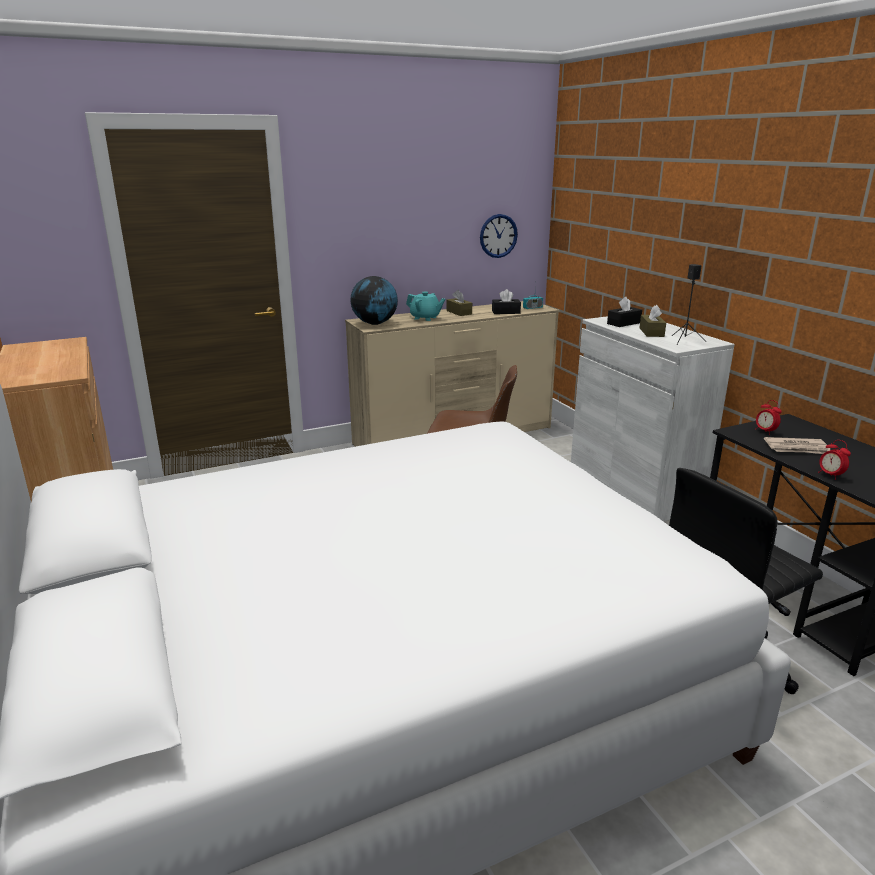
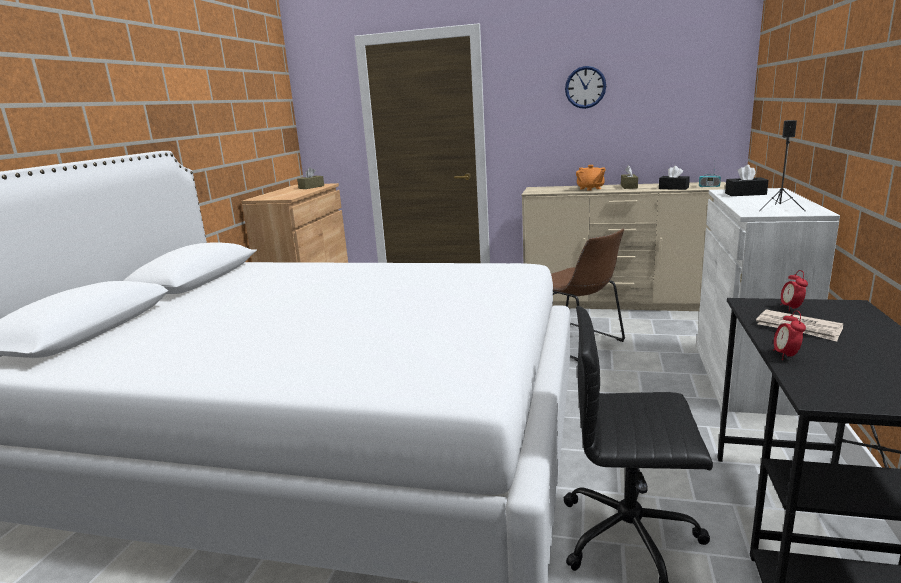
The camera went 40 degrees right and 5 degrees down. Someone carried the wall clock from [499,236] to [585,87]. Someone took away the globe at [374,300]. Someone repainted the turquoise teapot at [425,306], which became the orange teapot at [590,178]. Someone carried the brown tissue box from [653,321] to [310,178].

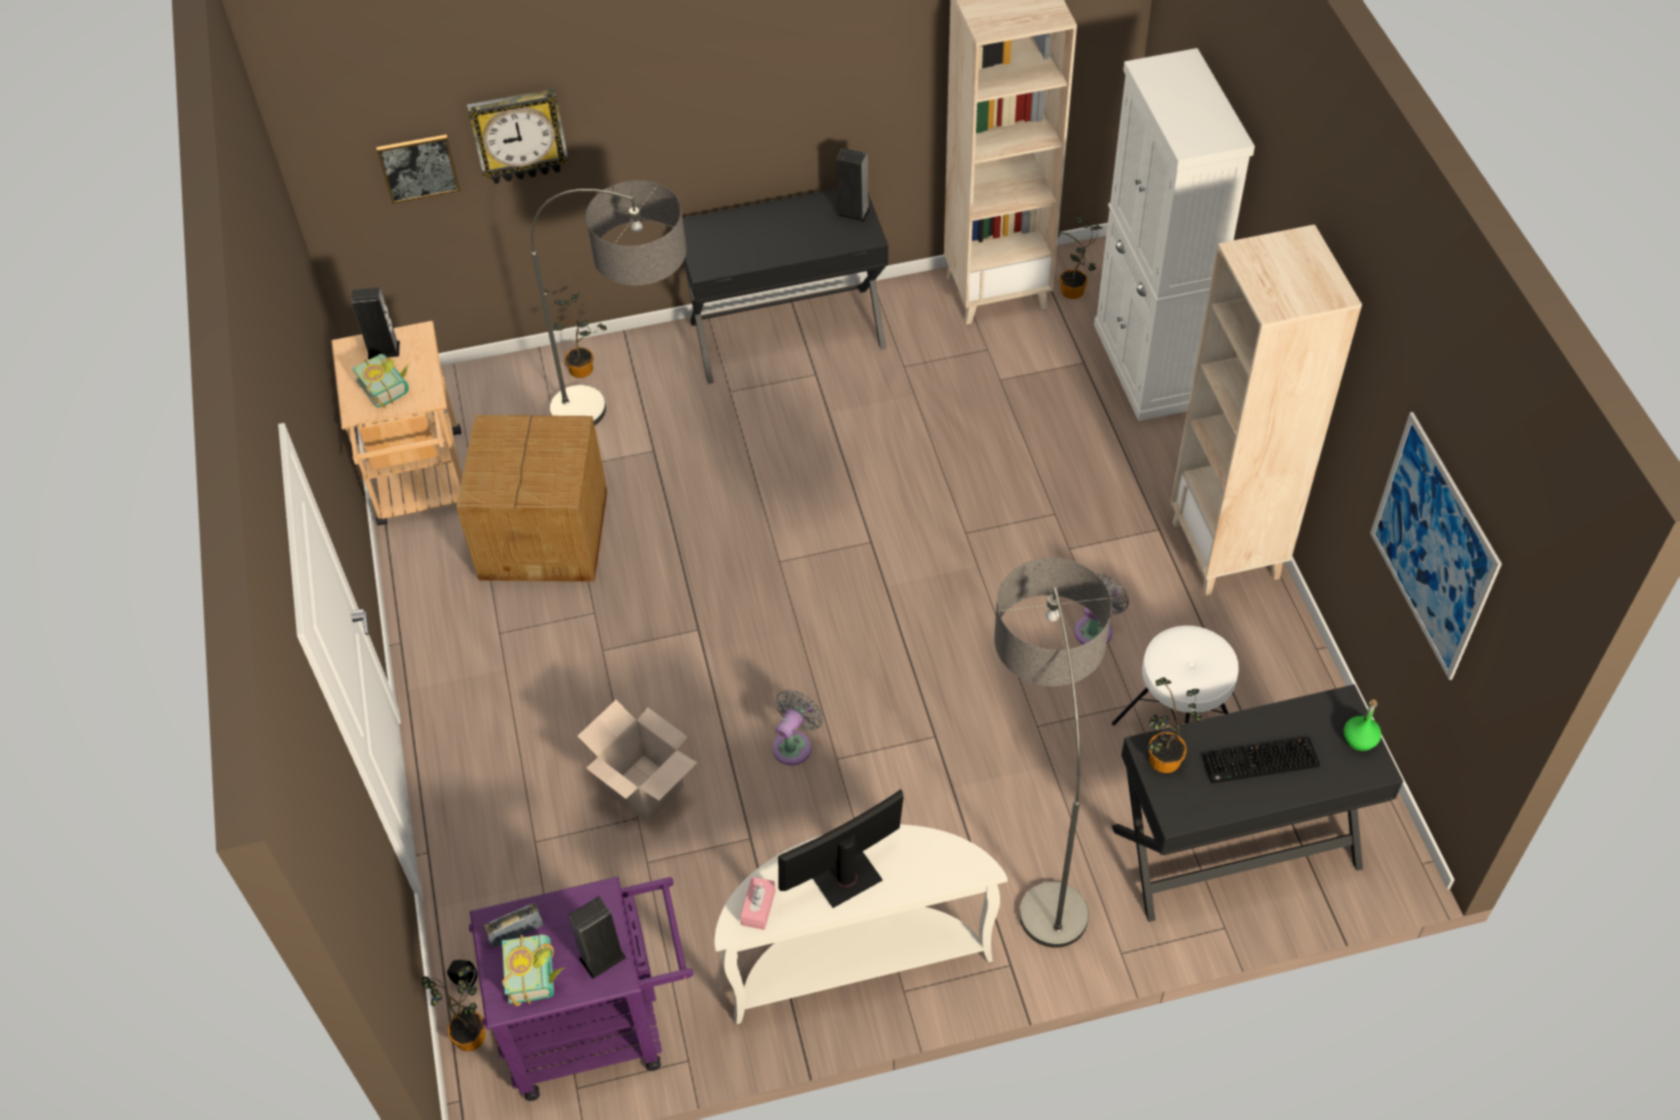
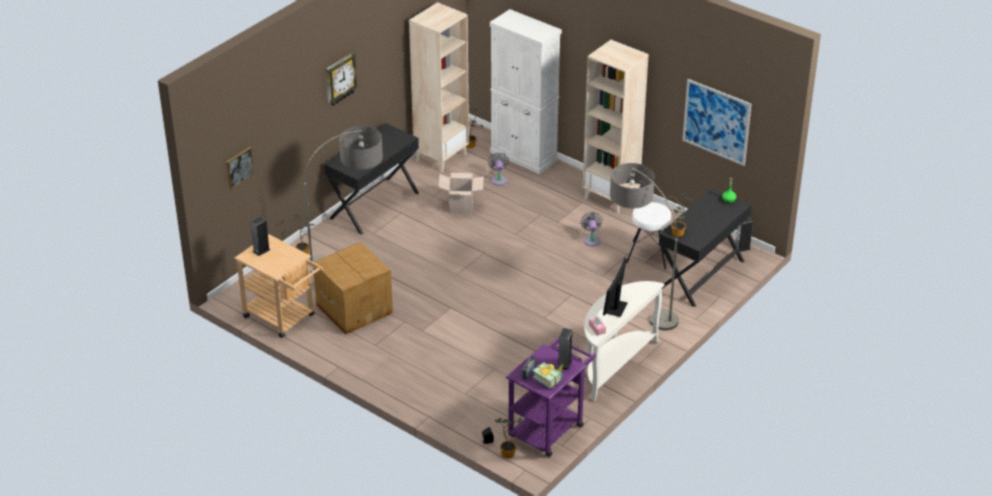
The camera went 40 degrees left and 15 degrees down. Someone carried the wall clock from [518,136] to [342,79]. Someone carried the speaker from [854,185] to [744,234]. Someone took away the book at [380,381]. Someone carried the grey fan from [797,727] to [498,169]. Someone carried the cardboard box from [637,761] to [461,193]. Someone took away the keyboard at [1261,760].

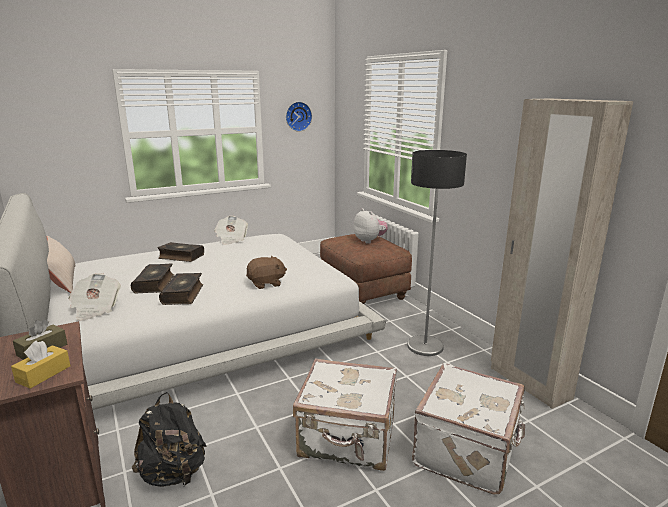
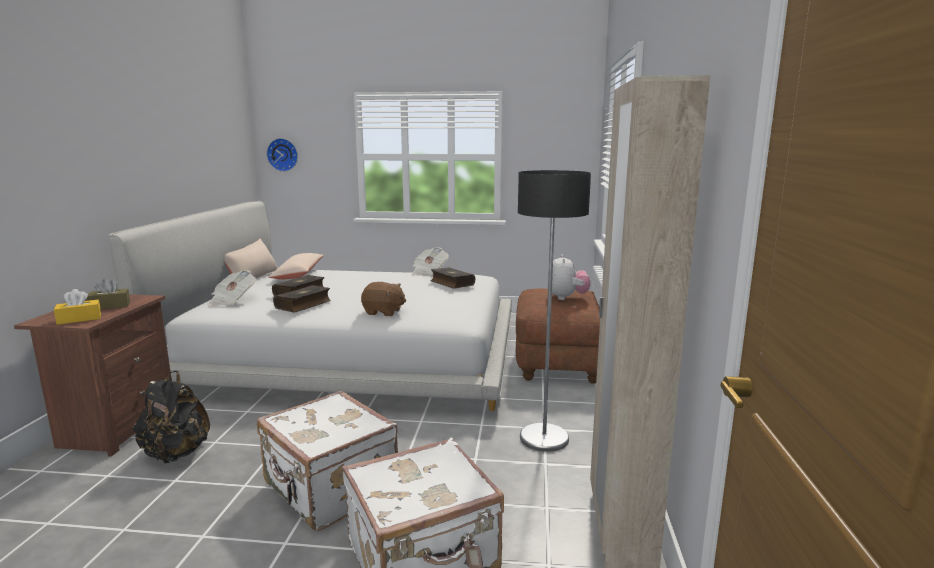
The camera went 35 degrees right and 5 degrees down. Someone carried the wall clock from [299,117] to [282,155]. Someone carried the book from [181,252] to [453,278]. Someone put down the beige pillow at [296,266].

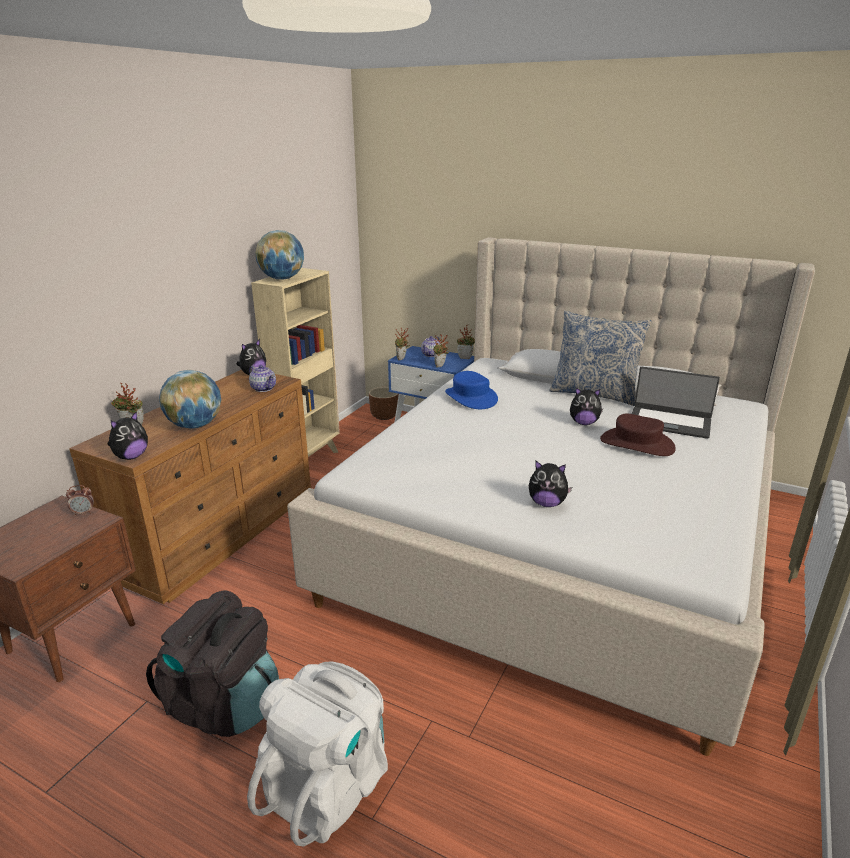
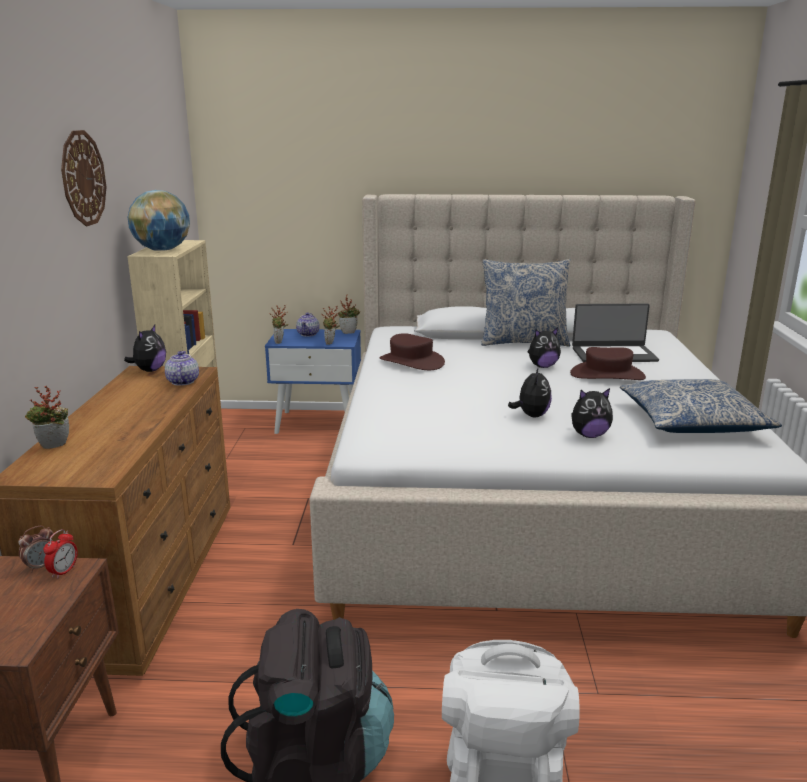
The camera went 25 degrees left and 5 degrees down. Someone rotated the teapot at [262,378] by 120 degrees counterclockwise. Someone took away the globe at [190,399]. Someone repainted the blue hat at [471,390], which became the brown hat at [412,351]. Someone took away the brown planter at [384,403]. Someone carried the plush toy from [127,435] to [530,391]. Someone put up the wall clock at [84,178]. Someone put down the pillow at [701,406]. Someone put down the alarm clock at [60,554].

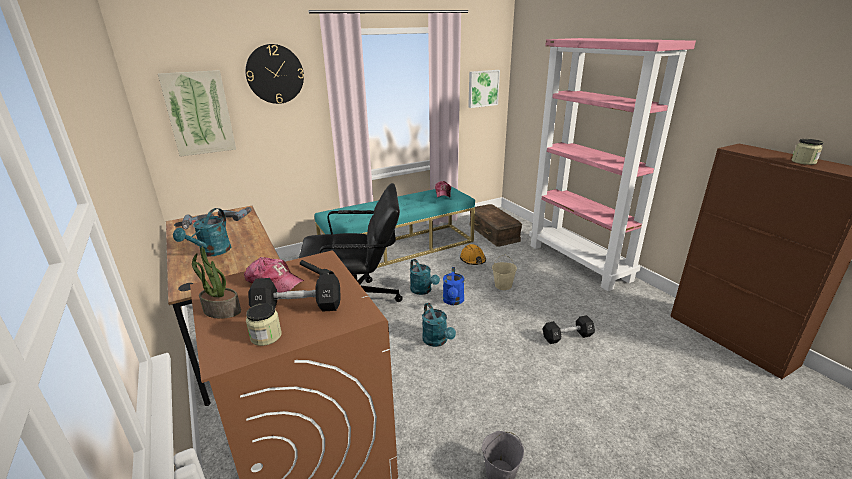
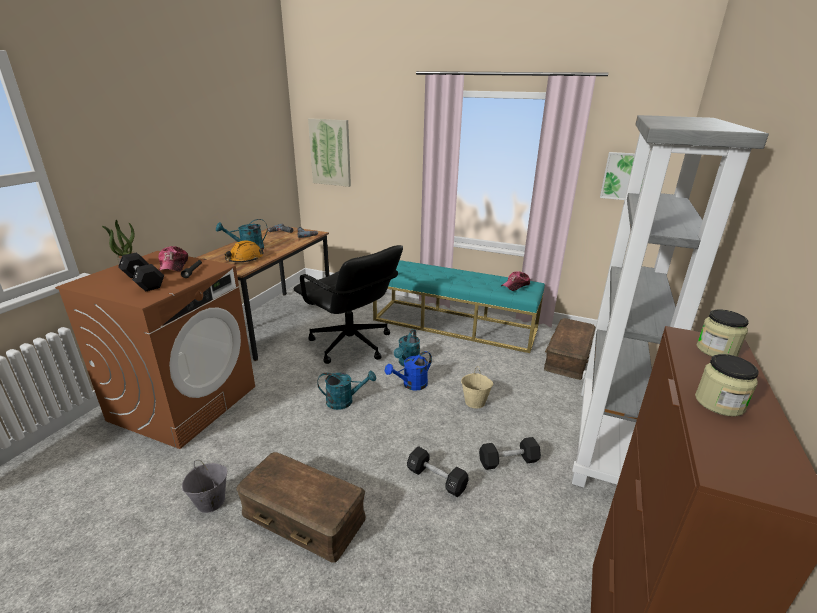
The camera went 50 degrees right and 0 degrees up. Someone repainted the pink bookcase at [612,164], which became the grey bookcase at [670,301]. Someone took away the wall clock at [274,74]. Someone carried the orange hard hat from [473,254] to [244,251]. Someone carried the jar from [264,324] to [723,333]. Someone rotated the turquoise watering can at [439,325] by 120 degrees counterclockwise. Someone put down the black dumbbell at [510,453]. Someone put down the brown storage box at [301,507].

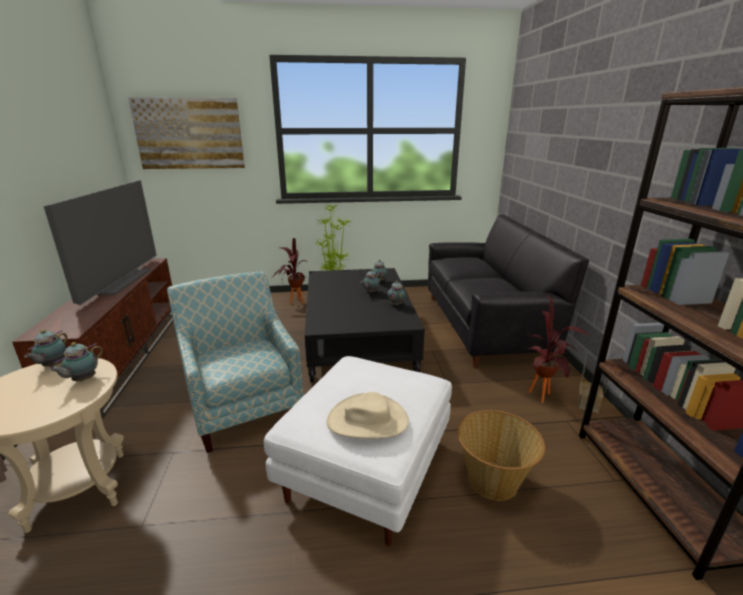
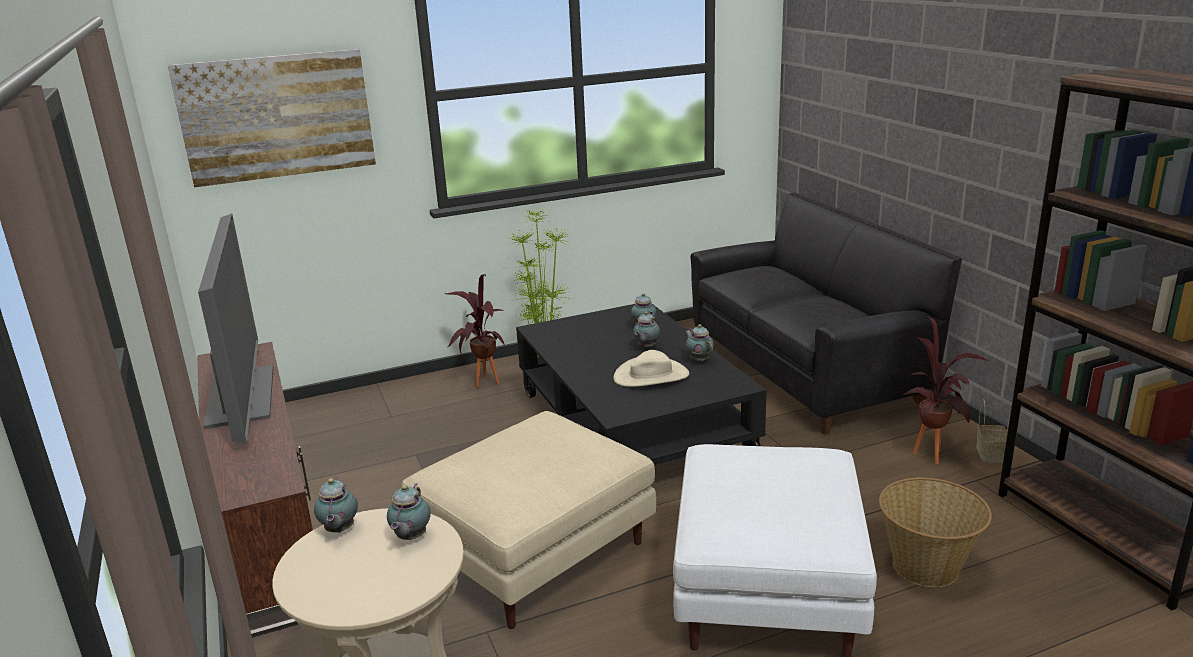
The camera went 15 degrees left and 0 degrees up. Someone swapped the armchair at [235,362] for the beige ottoman at [528,520]. Someone carried the beige hat from [367,415] to [651,368].

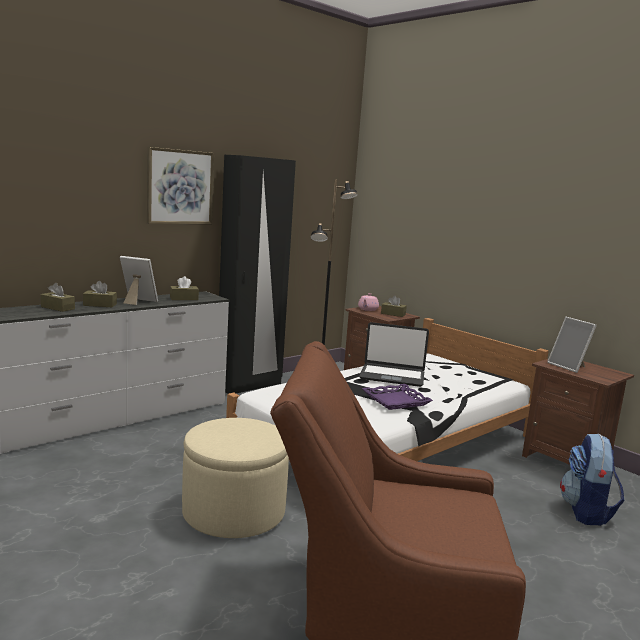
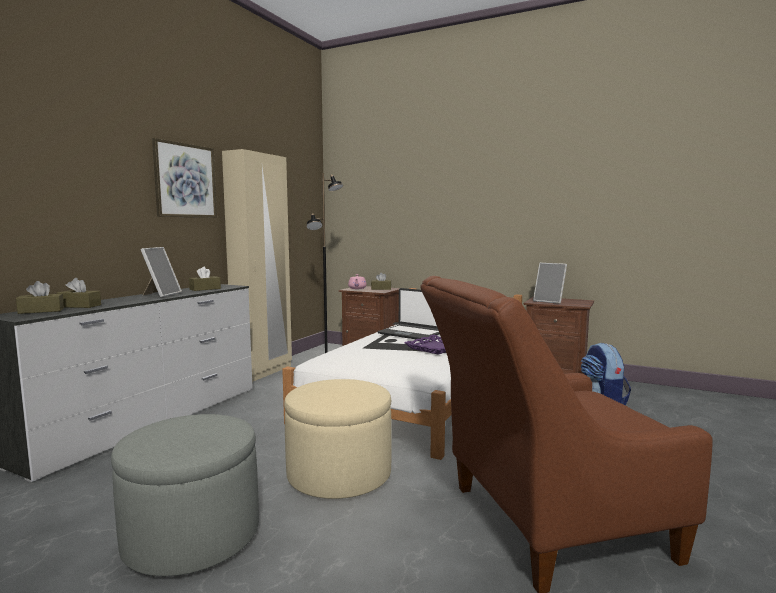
The camera went 20 degrees left and 5 degrees down. Someone repainted the black wardrobe at [257,274], which became the beige wardrobe at [257,265]. Someone rotated the picture frame at [139,280] by 105 degrees clockwise. Someone carried the brown tissue box from [100,294] to [40,297]. Someone rotated the laptop at [394,354] by 45 degrees clockwise. Someone put down the grey ottoman at [185,495].

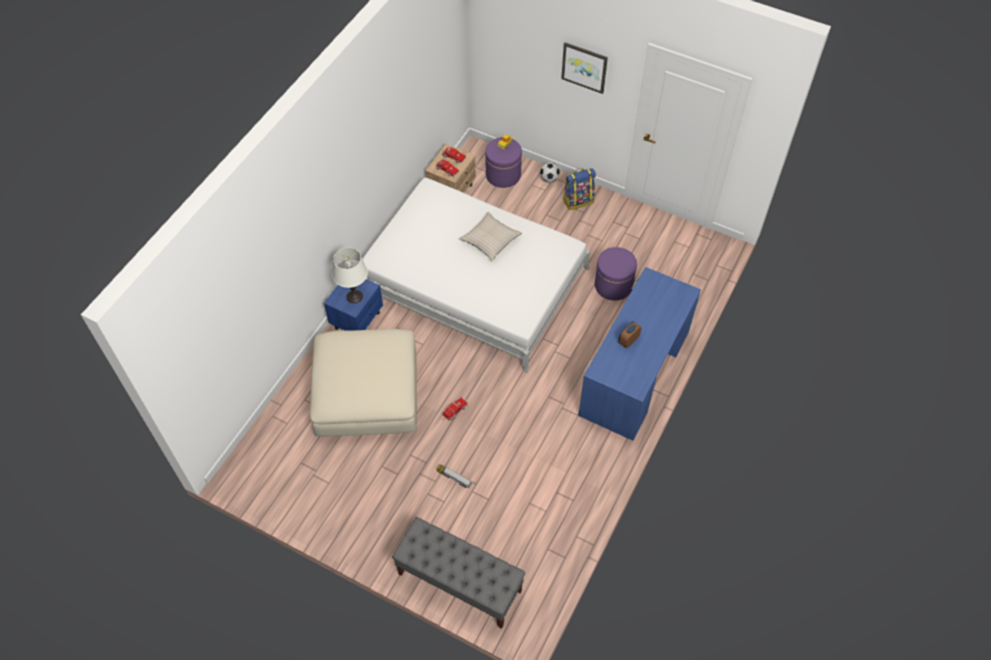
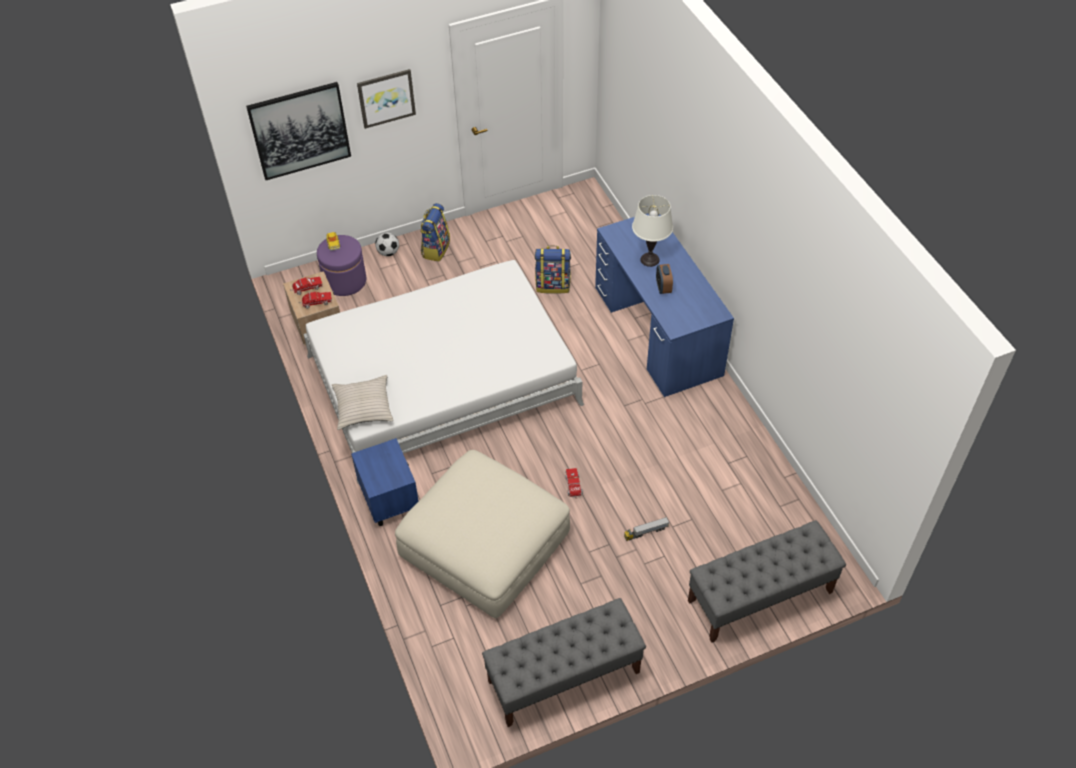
The camera went 50 degrees left and 5 degrees down. Someone carried the beige pillow from [491,236] to [362,402]. Someone carried the white table lamp from [350,275] to [652,231]. Someone swapped the purple ottoman at [616,274] for the backpack at [553,269]. Someone put up the picture at [298,131]. Someone put down the grey bench at [564,662].

